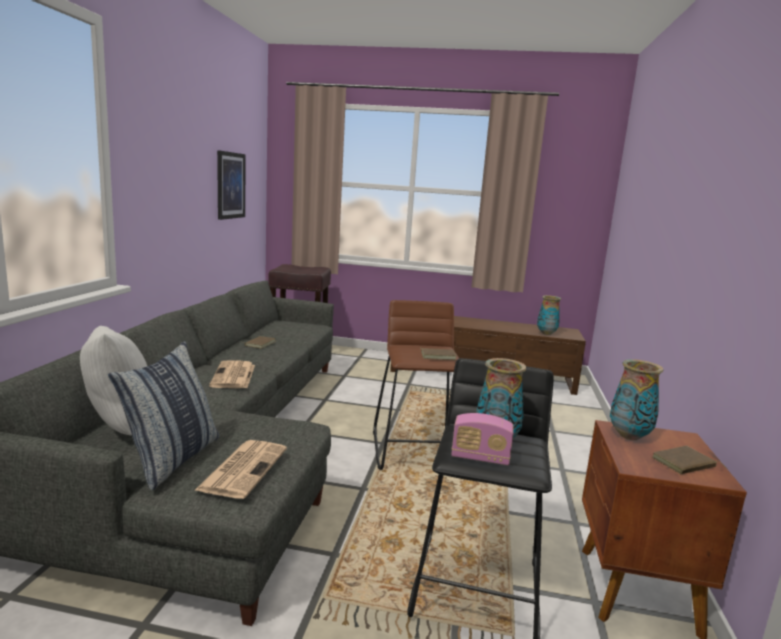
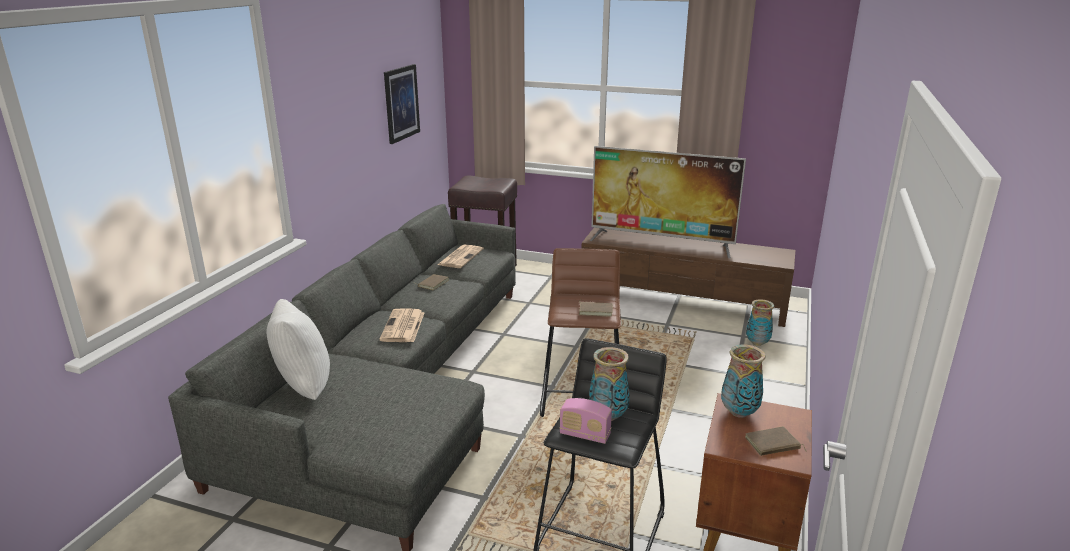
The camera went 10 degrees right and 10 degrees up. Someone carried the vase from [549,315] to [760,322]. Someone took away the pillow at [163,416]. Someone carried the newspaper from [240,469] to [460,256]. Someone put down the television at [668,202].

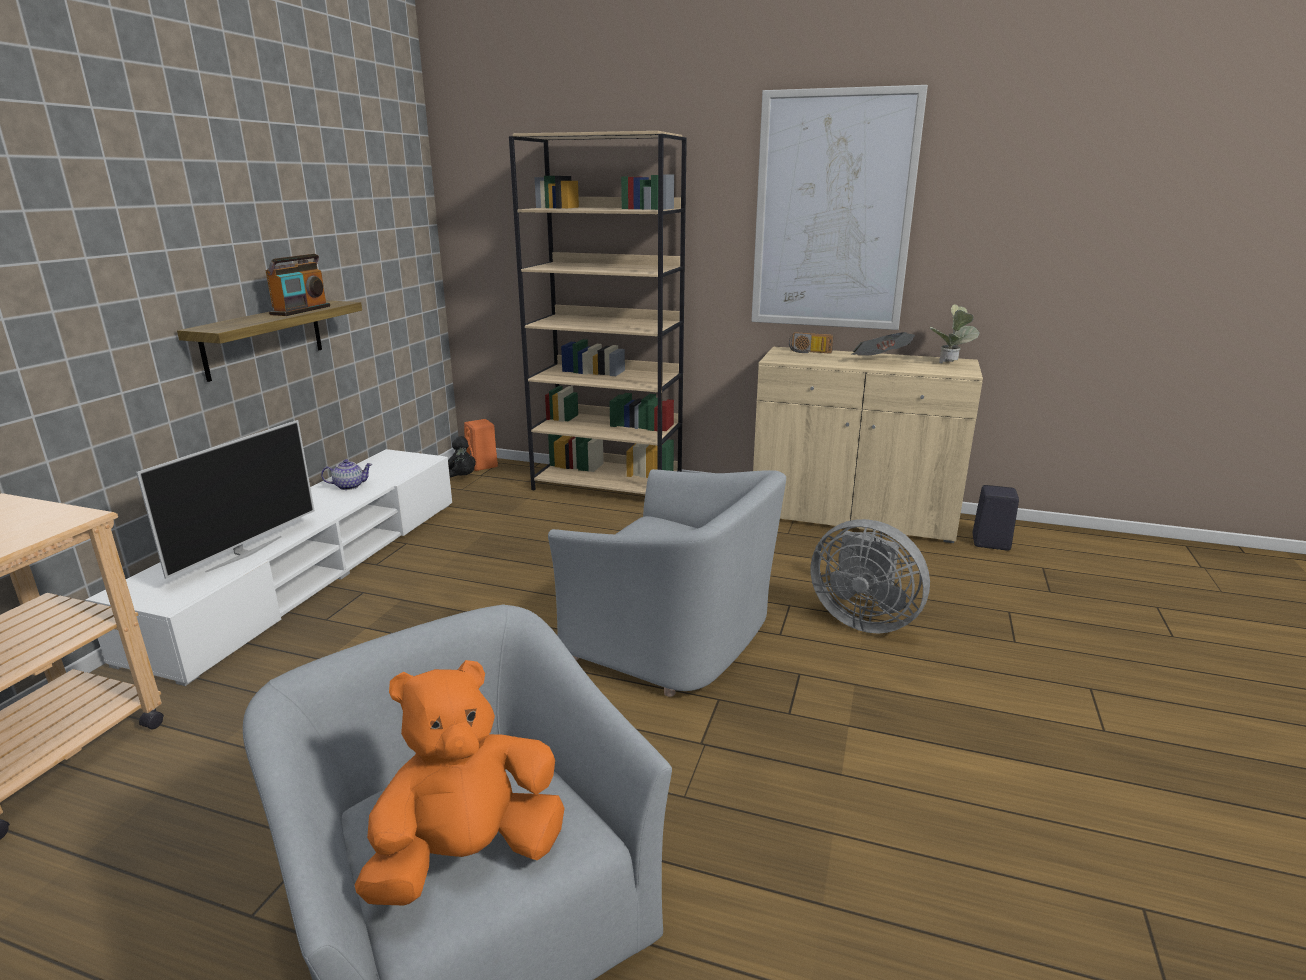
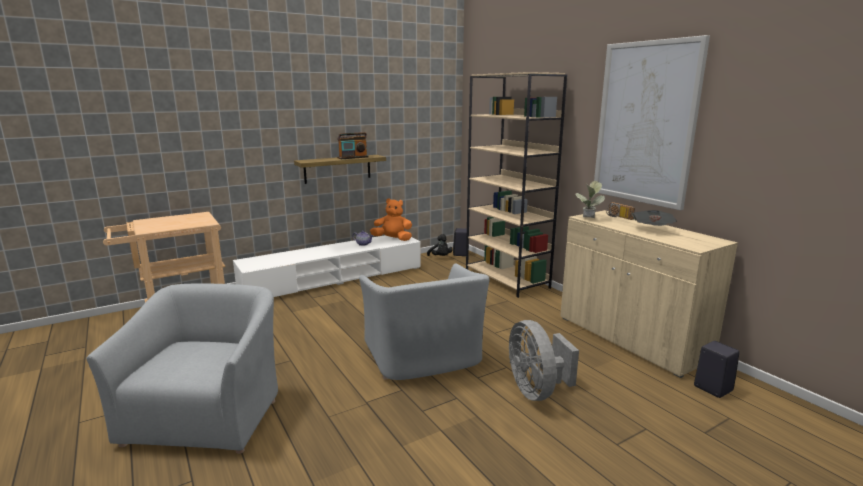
The camera went 40 degrees right and 5 degrees down. Someone carried the potted plant from [954,333] to [590,199]. Someone repainted the orange speaker at [481,445], which became the black speaker at [460,242]. Someone took away the television at [225,499]. Someone carried the orange plush toy from [460,783] to [391,219].

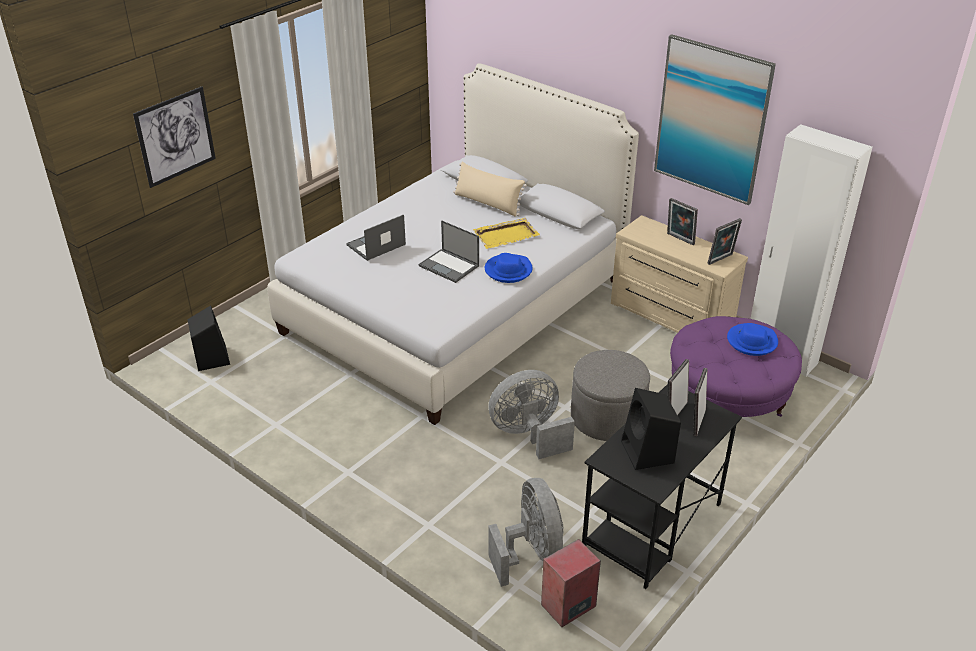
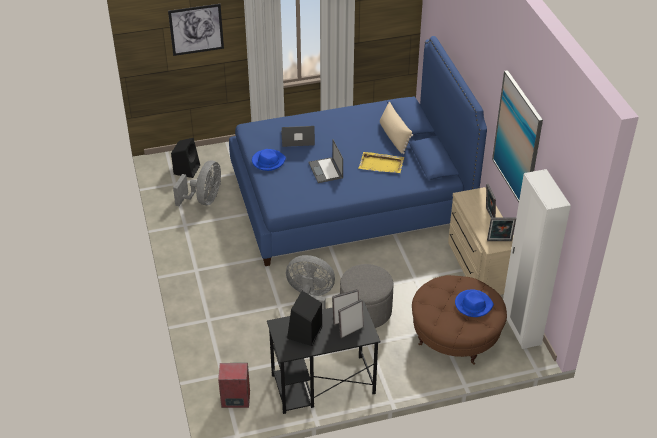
The camera went 35 degrees right and 5 degrees up. Someone repainted the white bed at [453,244], which became the blue bed at [358,151]. Someone carried the blue hat from [509,268] to [269,160]. Someone repainted the purple ottoman at [736,366], which became the brown ottoman at [459,320]. Someone carried the grey fan from [526,532] to [197,183].

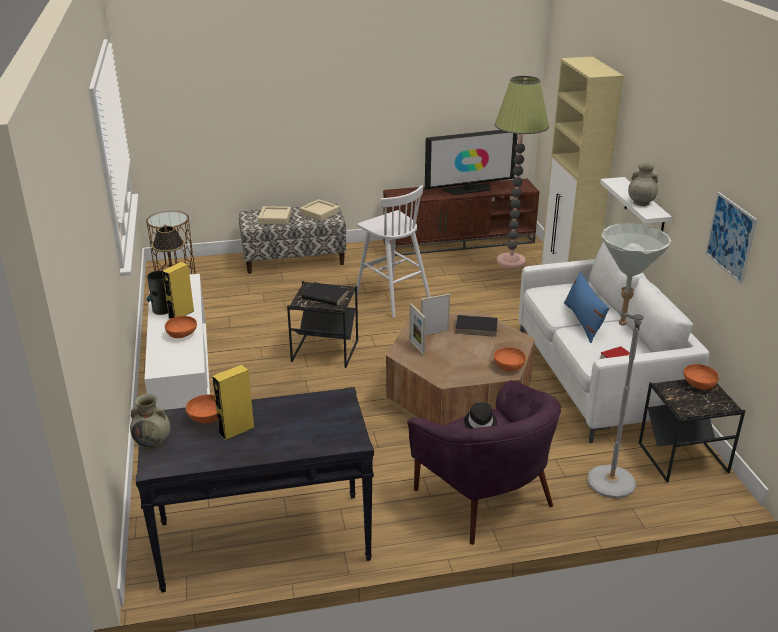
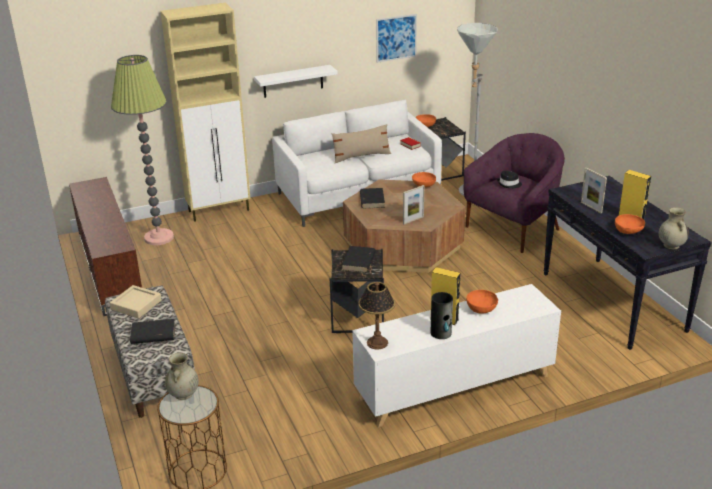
The camera went 100 degrees left and 0 degrees up. Someone took away the television at [471,162]. Someone carried the beige vase from [643,184] to [182,376]. Someone took away the white stool at [394,251]. Someone swapped the beige tray at [275,215] for the black book at [152,331]. Someone repainted the blue pillow at [586,307], which became the beige pillow at [361,143]. Someone carried the picture frame from [435,314] to [594,190].

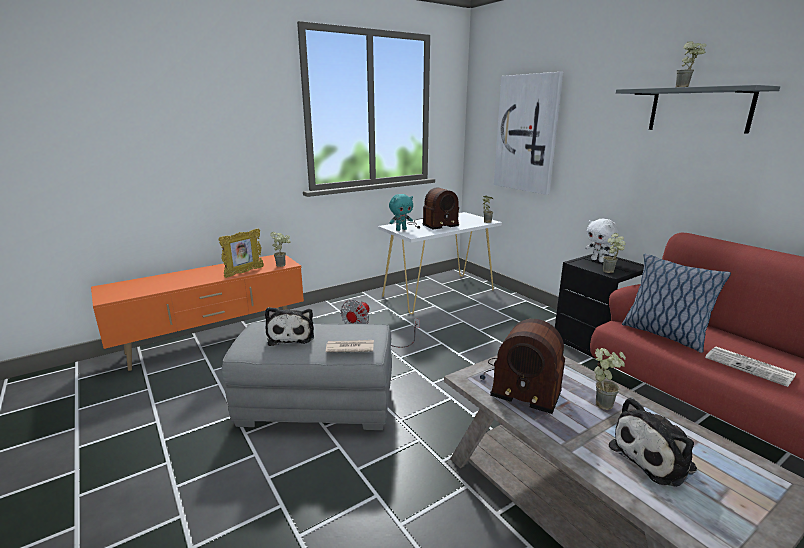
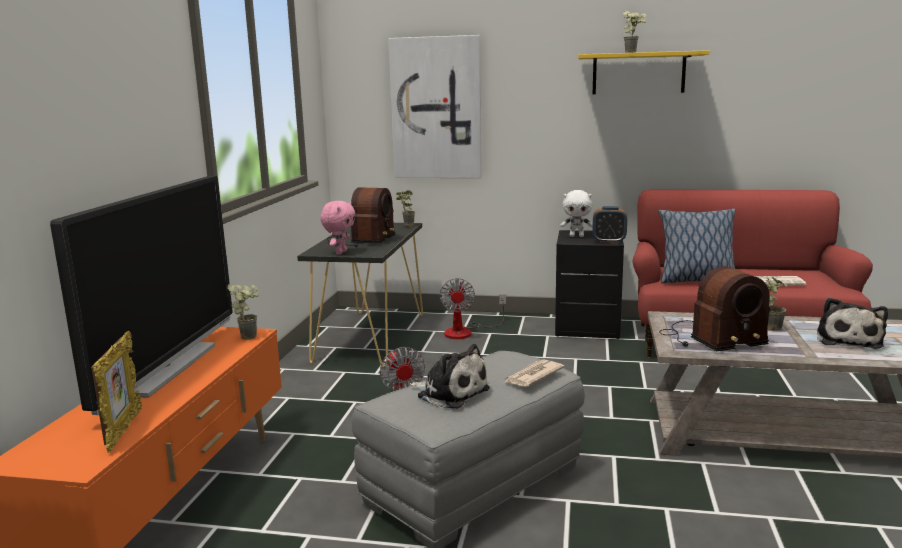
The camera went 45 degrees left and 5 degrees down. Someone repainted the grey shelf at [698,109], which became the yellow shelf at [643,72]. Someone repainted the turquoise plush toy at [401,212], which became the pink plush toy at [337,228]. Someone repainted the white console table at [440,263], which became the black console table at [360,295]. Someone carried the picture frame from [241,253] to [116,392]. Someone swapped the potted plant at [614,253] for the alarm clock at [609,224]. Someone put down the television at [141,295]. Someone put down the fan at [473,308].

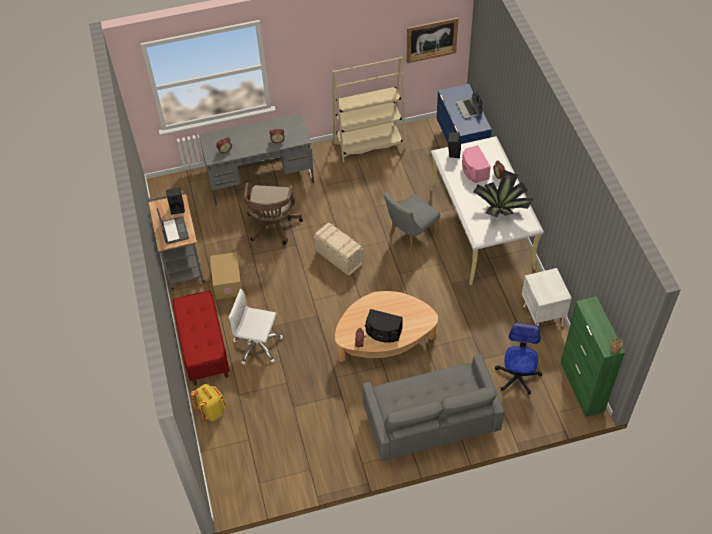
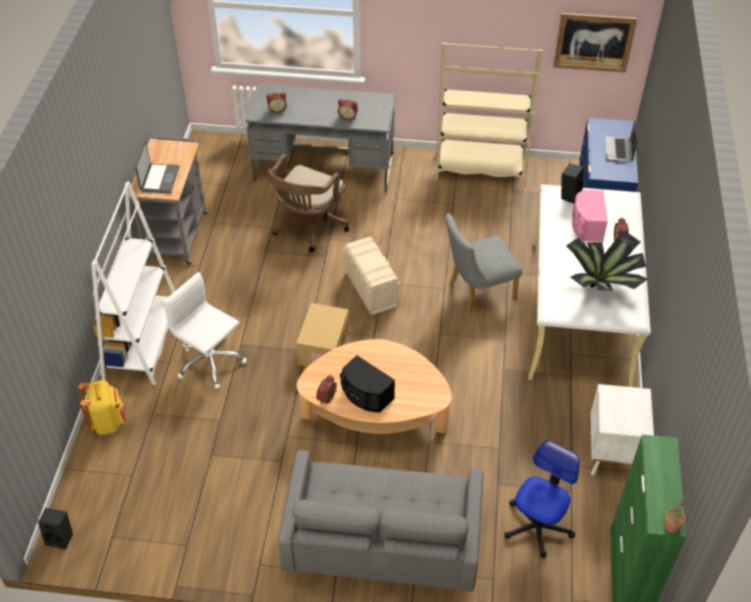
The camera went 20 degrees right and 5 degrees down. Someone carried the black speaker from [175,201] to [55,528]. Someone carried the cardboard box from [226,276] to [322,335]. Someone swapped the red bench at [201,338] for the white bookcase at [133,283].

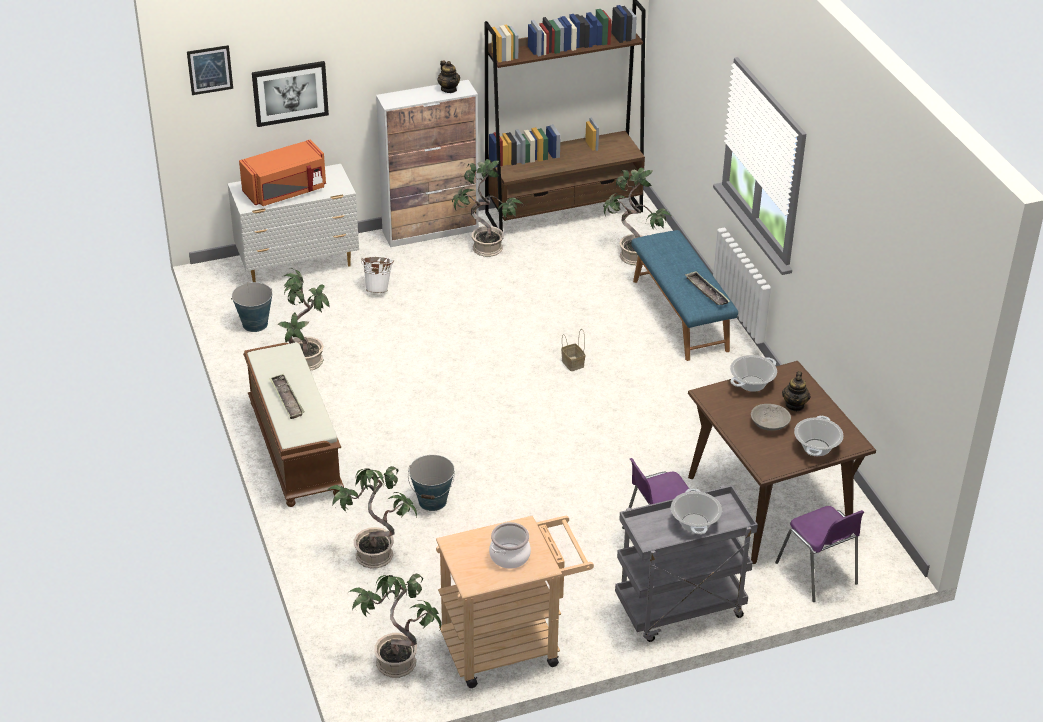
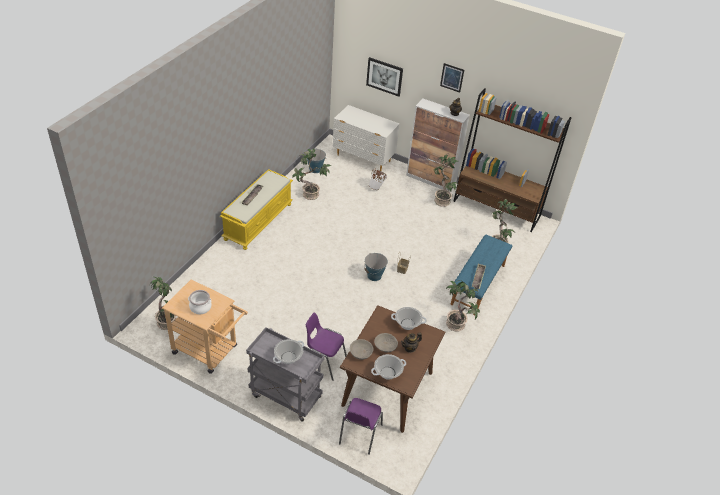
The camera went 45 degrees right and 5 degrees up. Someone carried the picture from [210,70] to [452,78]. Someone took away the orange microwave at [282,172]. Someone repainted the brown bench at [293,424], which became the yellow bench at [256,209]. Someone carried the bucket from [431,483] to [376,267]. Someone carried the potted plant from [372,517] to [463,305]. Someone put down the grey bowl at [362,349].

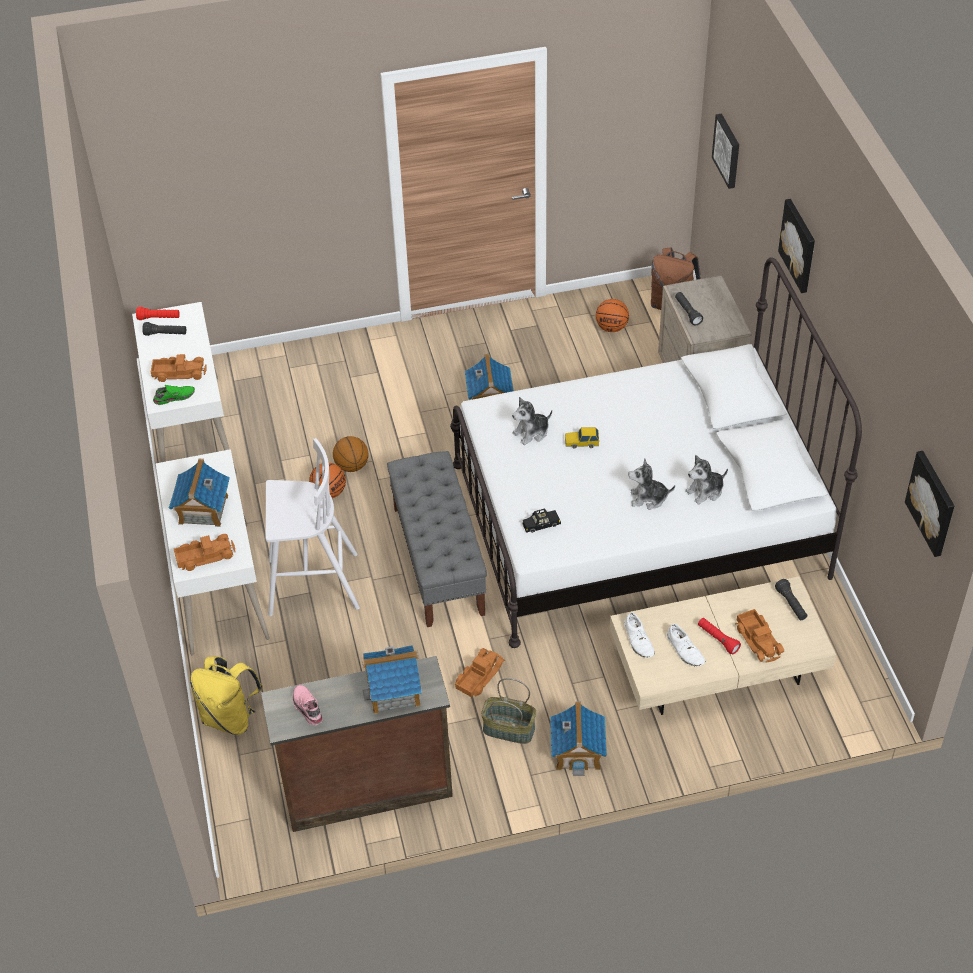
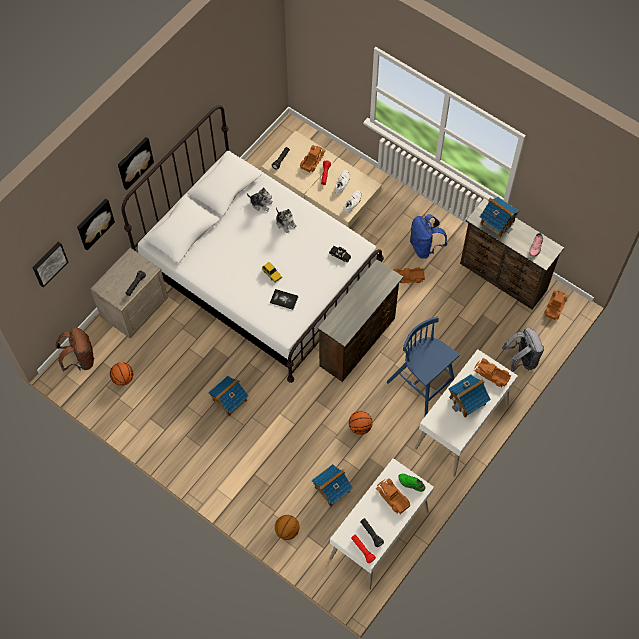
The camera went 130 degrees left and 15 degrees up. Someone swapped the plush toy at [532,421] for the book at [284,299]. Someone carried the basketball from [350,454] to [287,527]. Someone repainted the white stool at [312,527], which became the blue stool at [423,366]. Someone swapped the grey bench at [437,539] for the brown dresser at [360,320]. Someone carried the picture from [929,504] to [96,224]. Someone repainted the yellow backpack at [226,695], which became the grey backpack at [523,349]. Someone swapped the basket at [508,711] for the blue backpack at [428,236]. Someone carried the toy house from [578,738] to [332,485]. Someone put down the toy truck at [556,305].

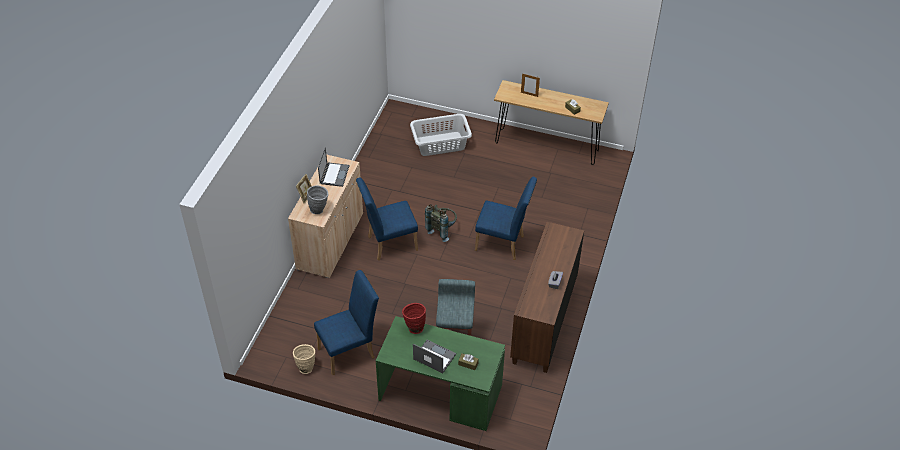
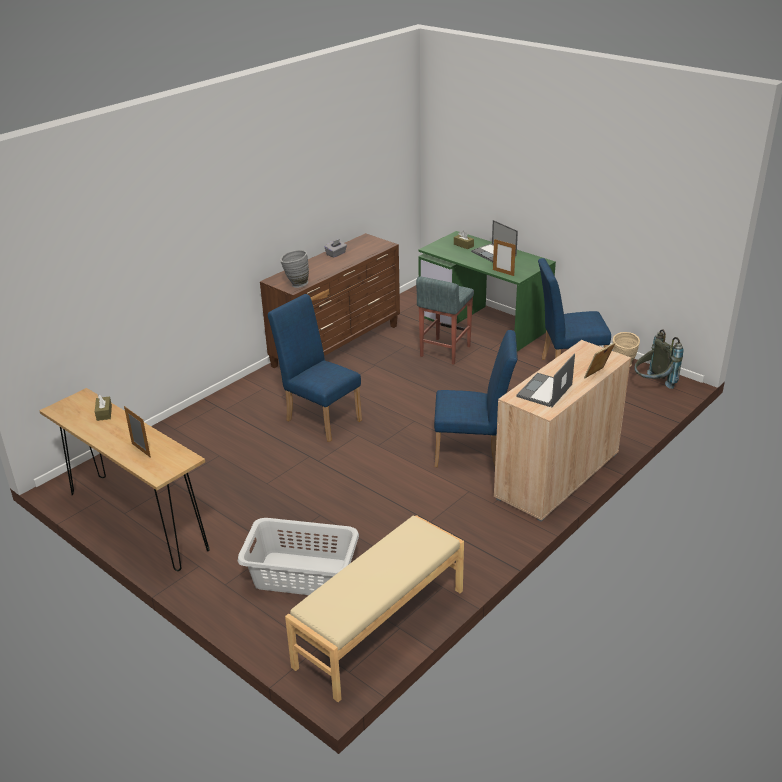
The camera went 155 degrees left and 15 degrees down. Someone carried the grey vase from [317,200] to [294,269]. Someone carried the grey backpack from [441,223] to [659,359]. Someone swapped the red vase at [414,318] for the picture frame at [504,257]. Someone put down the beige bench at [374,608].

